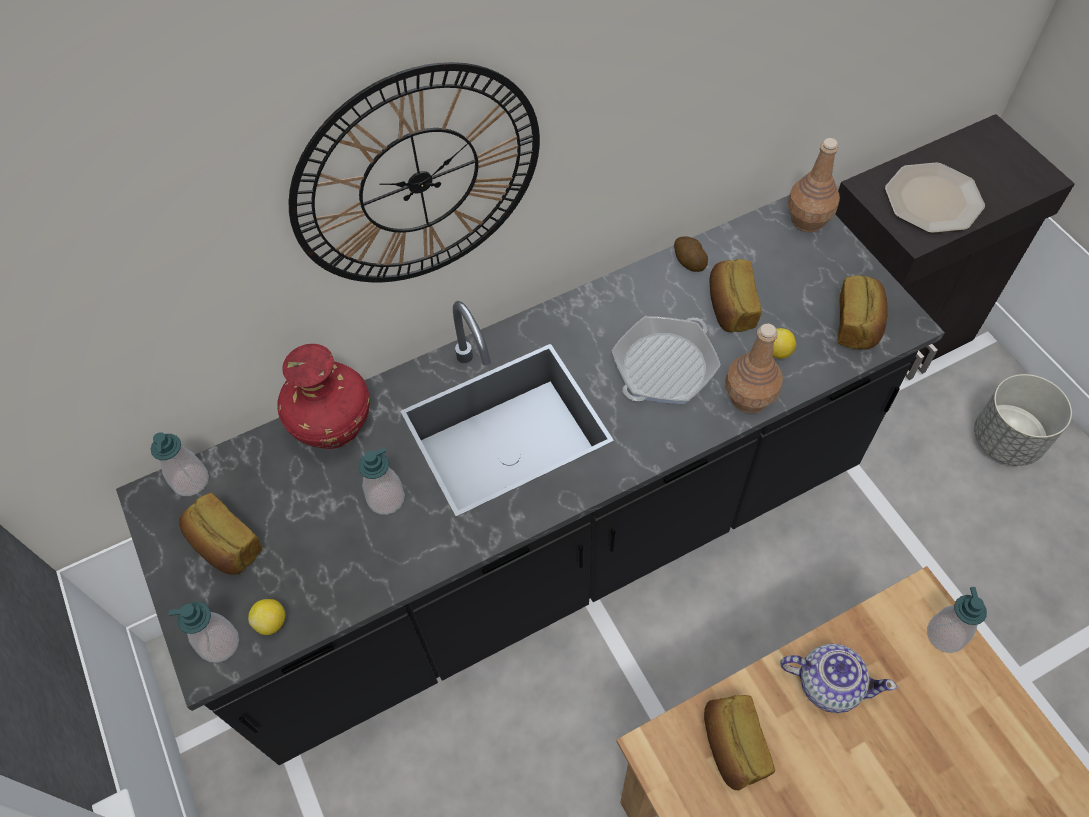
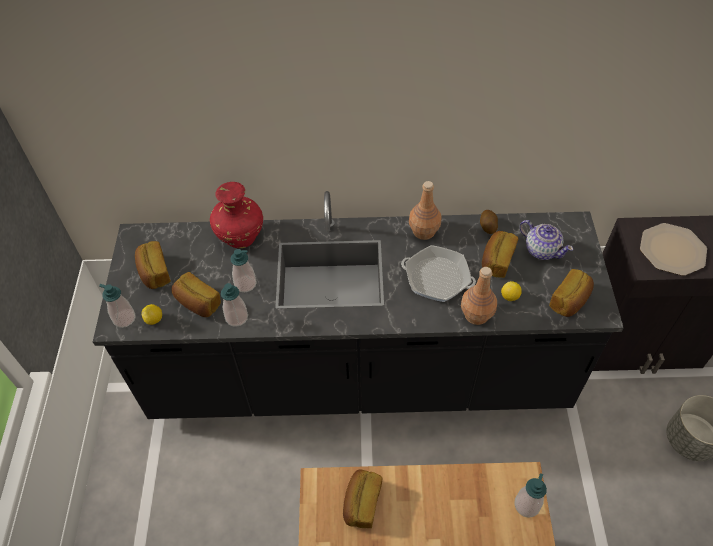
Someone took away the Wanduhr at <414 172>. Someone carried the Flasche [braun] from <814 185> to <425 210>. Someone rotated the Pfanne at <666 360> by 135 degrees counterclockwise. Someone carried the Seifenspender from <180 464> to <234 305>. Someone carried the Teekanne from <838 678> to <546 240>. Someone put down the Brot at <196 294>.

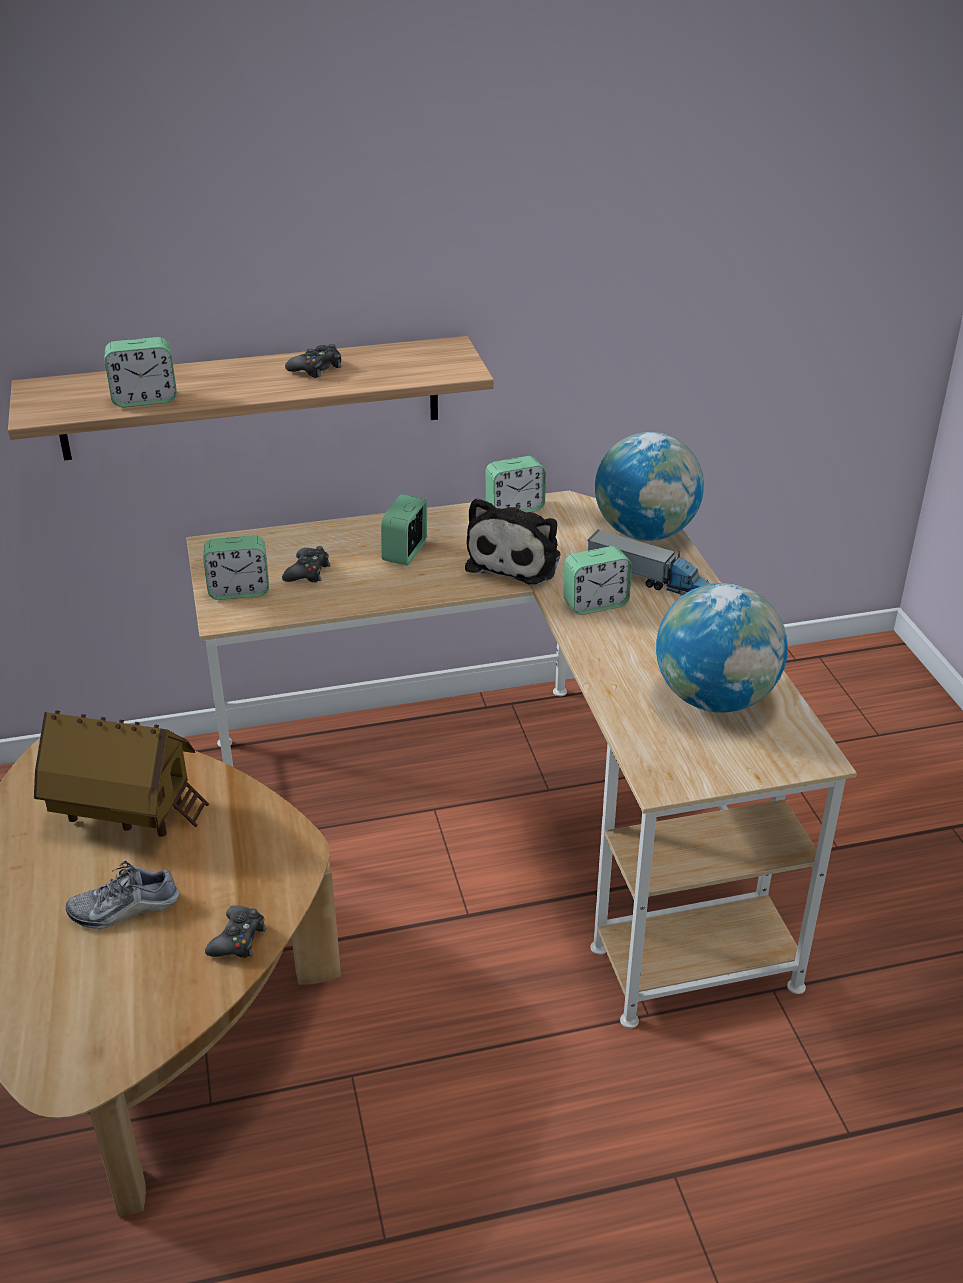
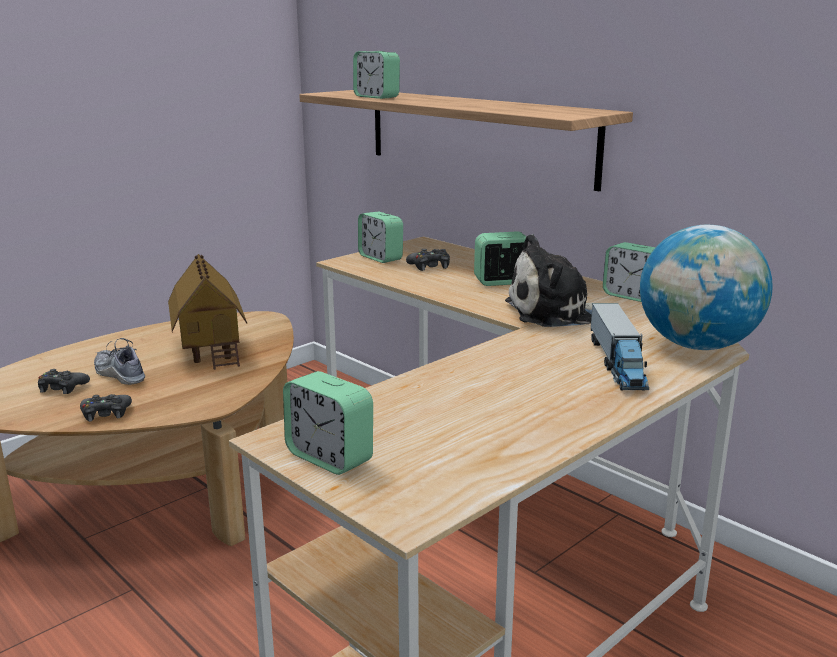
Someone carried the Gamepad [schwarz] from <313 361> to <64 381>. Someone carried the Wecker from <597 580> to <328 423>. Someone took away the Globus at <722 648>.

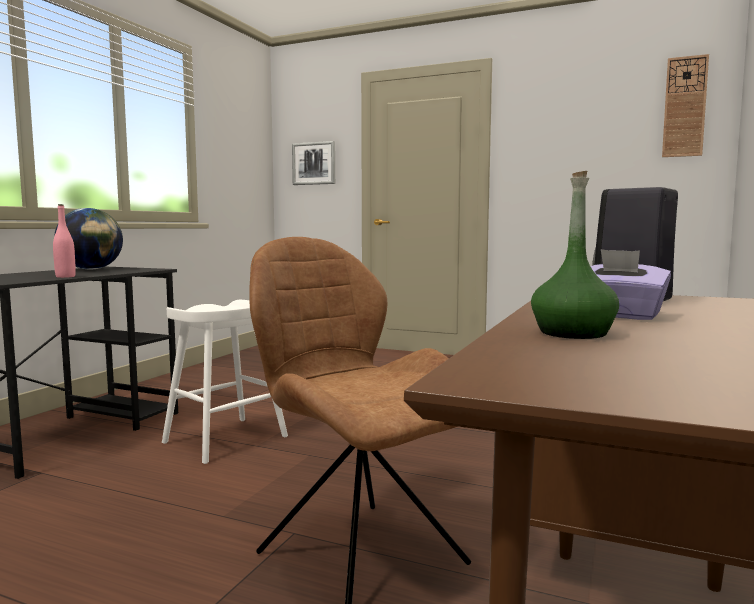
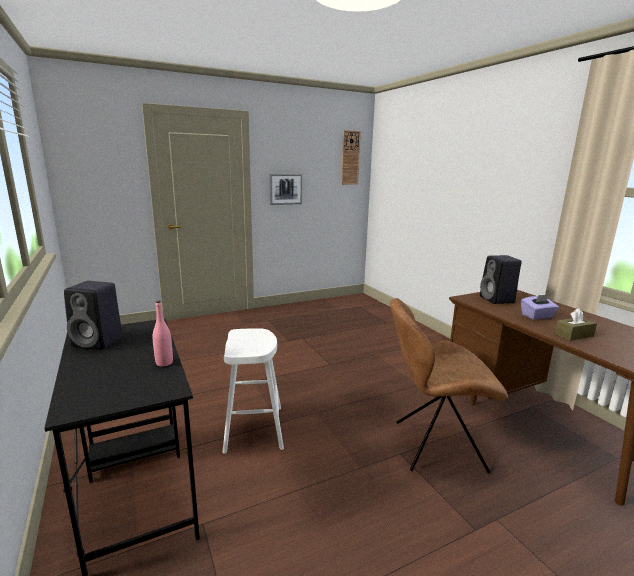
Someone carried the Bild from <313 163> to <285 189>. Someone swapped the Flasche [grün] at <575 255> for the Taschentuchbox [braun] at <575 324>. Someone swapped the Globus at <88 239> for the Lautsprecher [schwarz] at <93 315>.

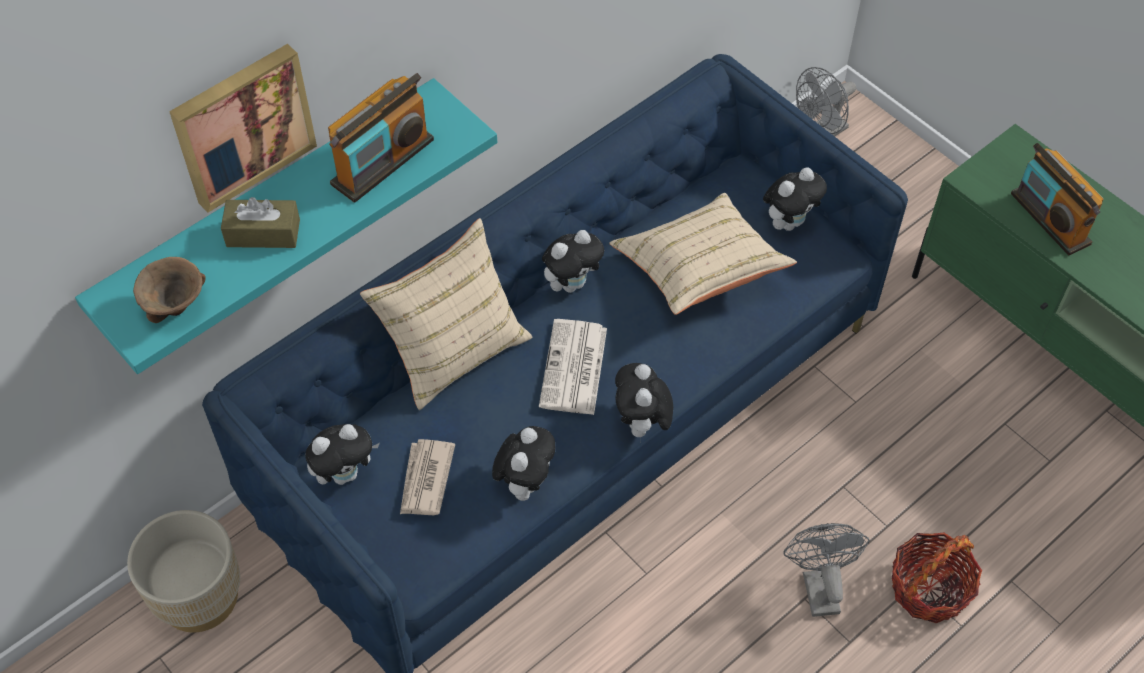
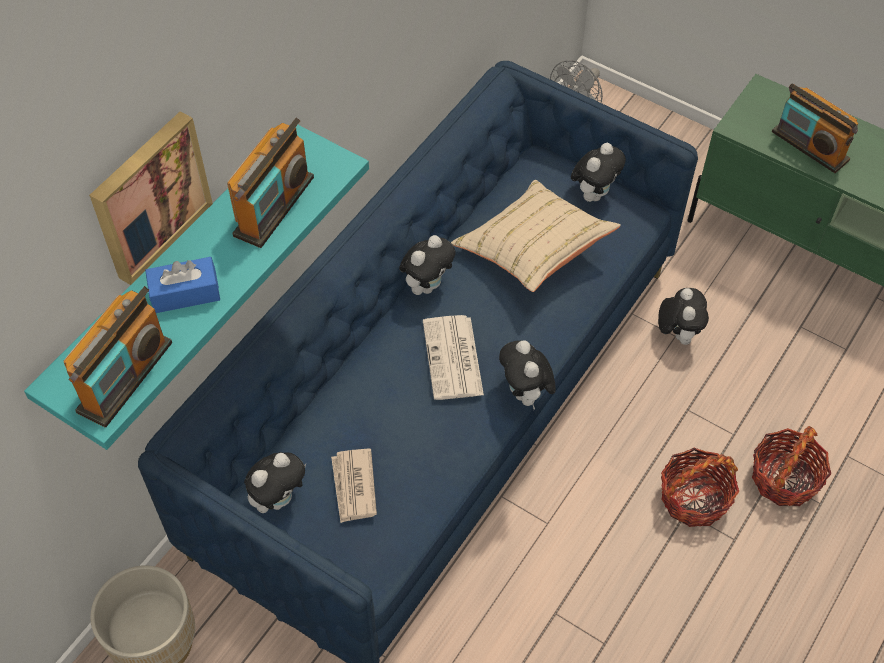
Someone repainted the Taschentuchbox [braun] at <260 222>, which became the Taschentuchbox [blau] at <182 285>. Someone took away the Kissen [beige] at <446 314>. Someone swapped the Schüssel [braun] at <169 290> for the Radio at <117 356>. Someone carried the Plüschtier from <523 463> to <683 316>. Someone swapped the Ventilator [grau] at <826 570> for the Korb at <700 487>.

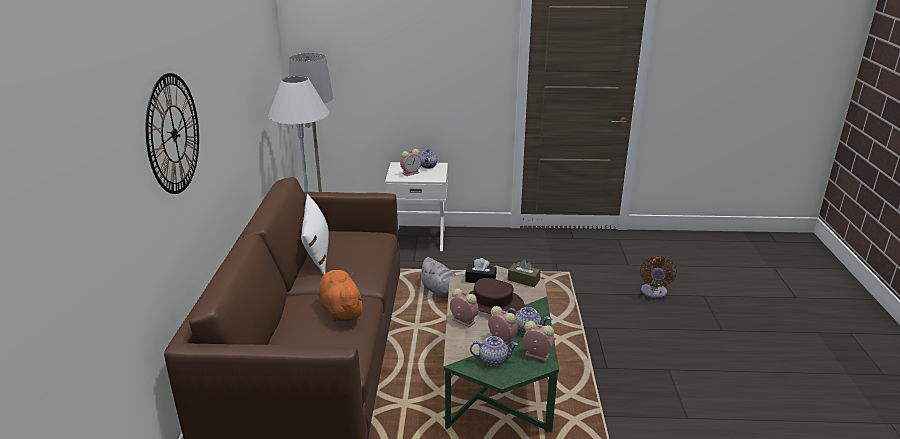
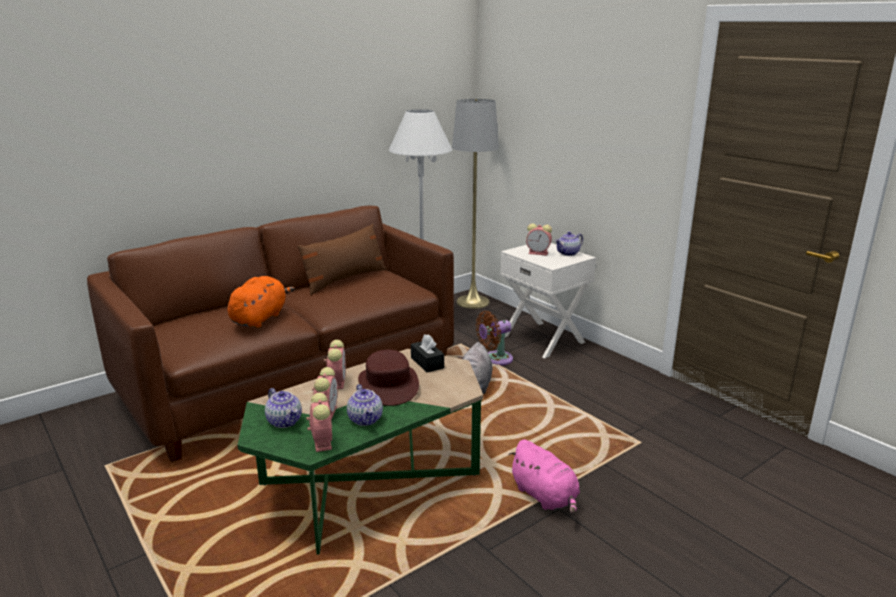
Someone took away the Wanduhr at <172 133>. Someone repainted the Kissen [weiß] at <315 234>, which became the Kissen [braun] at <341 259>. Someone carried the Ventilator [braun] from <658 277> to <494 338>. Someone took away the Taschentuchbox [braun] at <524 273>. Someone put down the Plüschtier [rosa] at <544 477>.

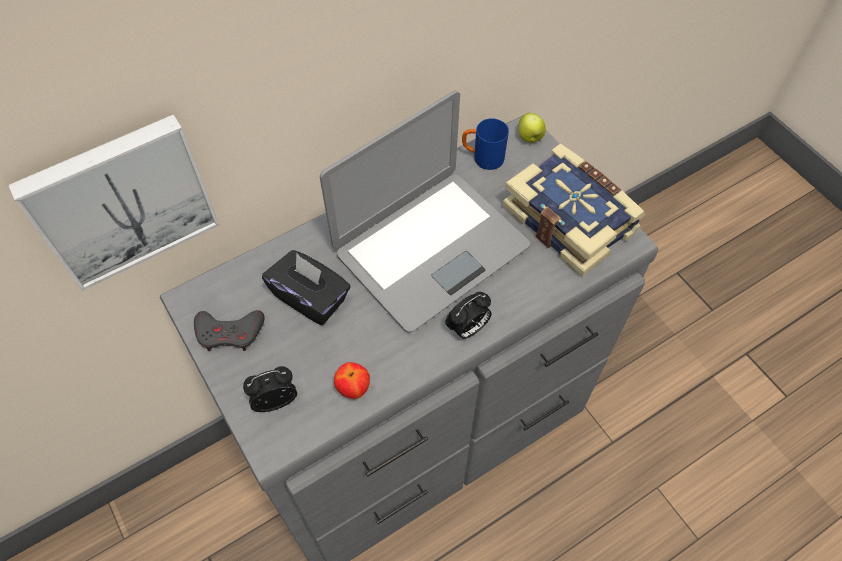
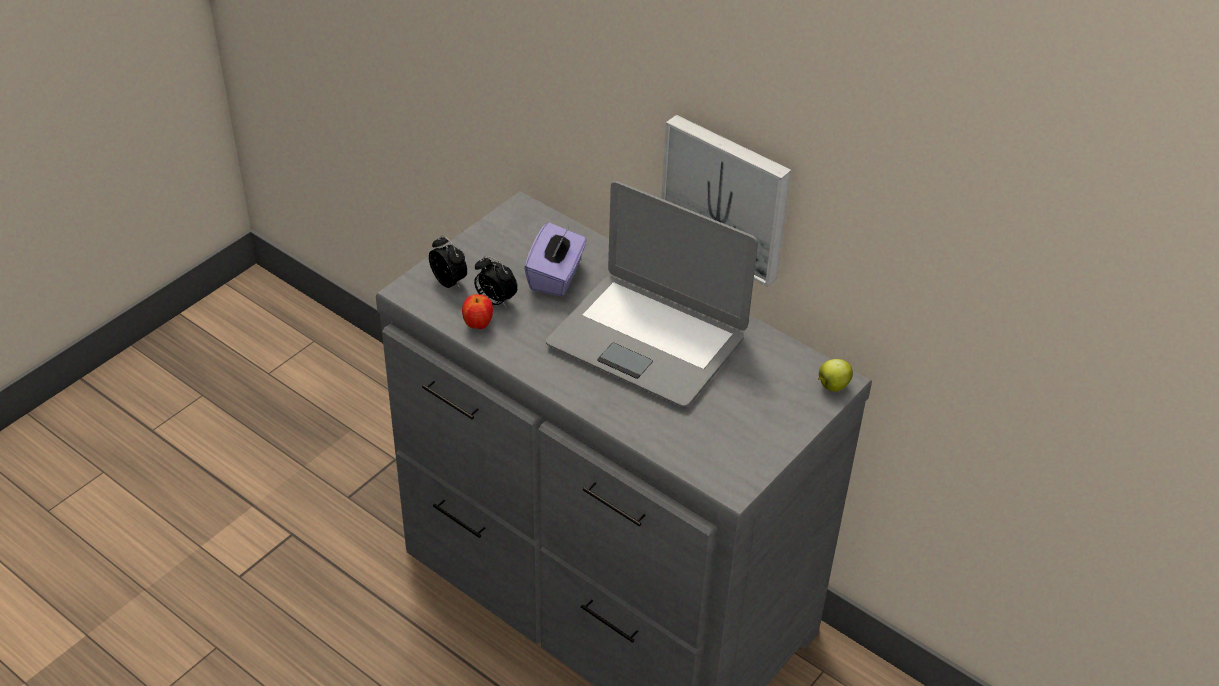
Someone carried the Bild from <113 202> to <726 201>. Someone took away the Henkelbecher [blau] at <485 144>. Someone took away the Buch at <573 210>. Someone repainted the Taschentuchbox [schwarz] at <306 287>, which became the Taschentuchbox [lila] at <555 259>. Someone carried the Wecker from <468 315> to <496 282>. Someone took away the Gamepad [grau] at <229 330>.

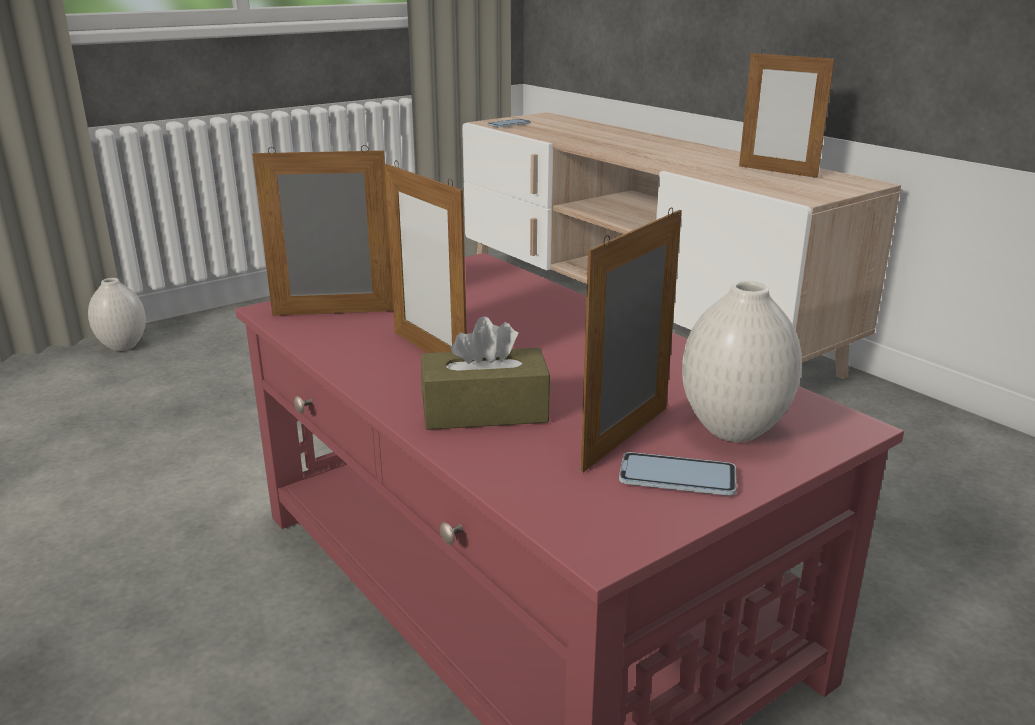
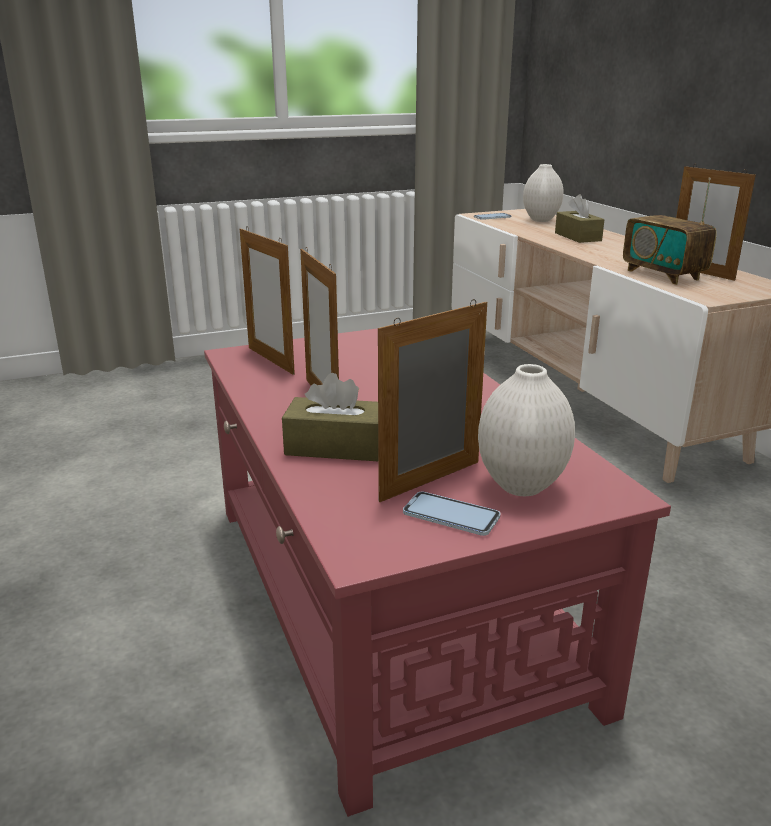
Someone rotated the Bilderrahmen at <323 230> by 135 degrees counterclockwise. Someone carried the Vase [weiß] from <117 314> to <543 193>. Someone put down the Radio at <670 231>. Someone put down the Taschentuchbox [braun] at <580 218>.

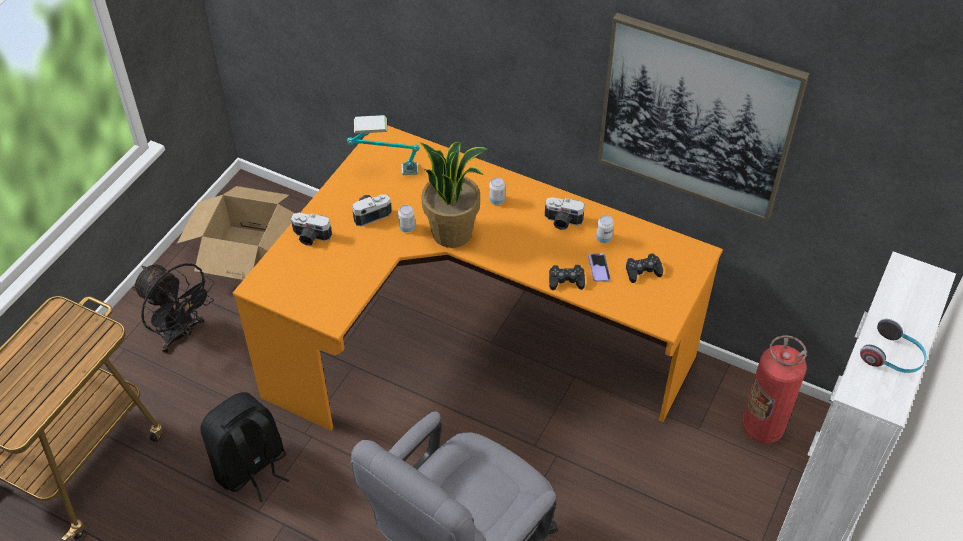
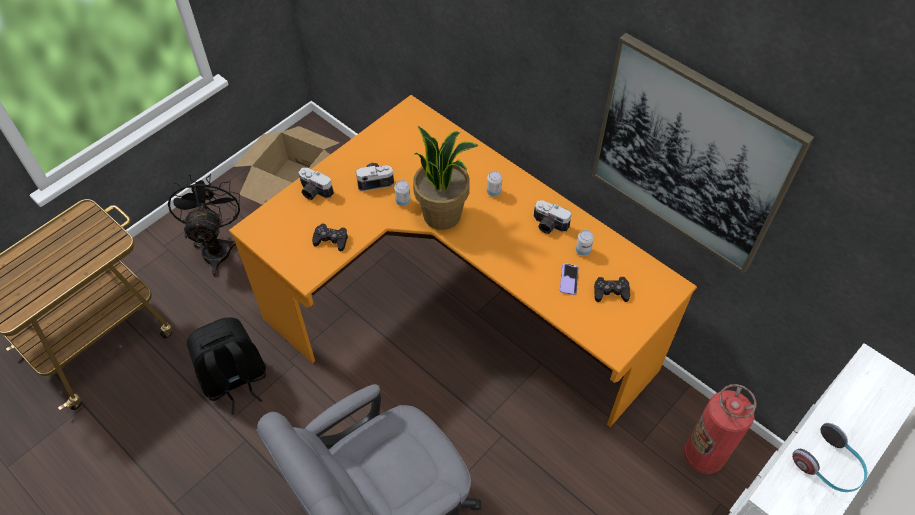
Someone took away the Tischlampe at <383 145>. Someone rotated the Ventilator [schwarz] at <173 308> by 150 degrees counterclockwise. Someone carried the Gamepad [schwarz] from <567 277> to <330 237>.

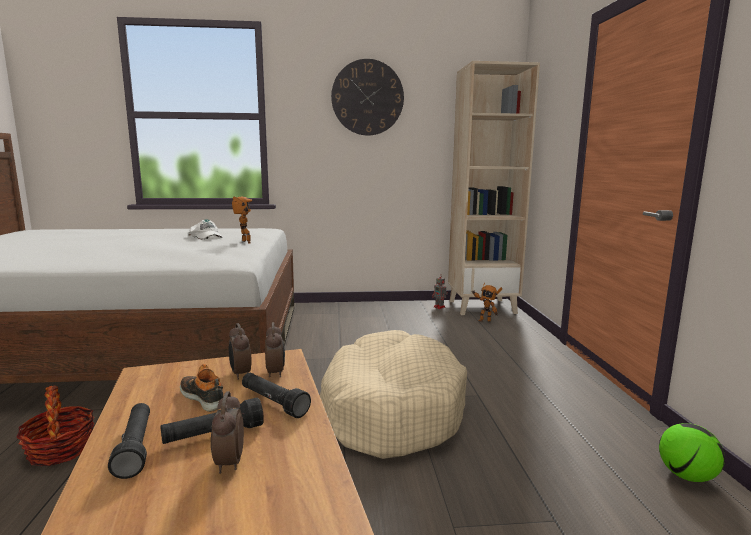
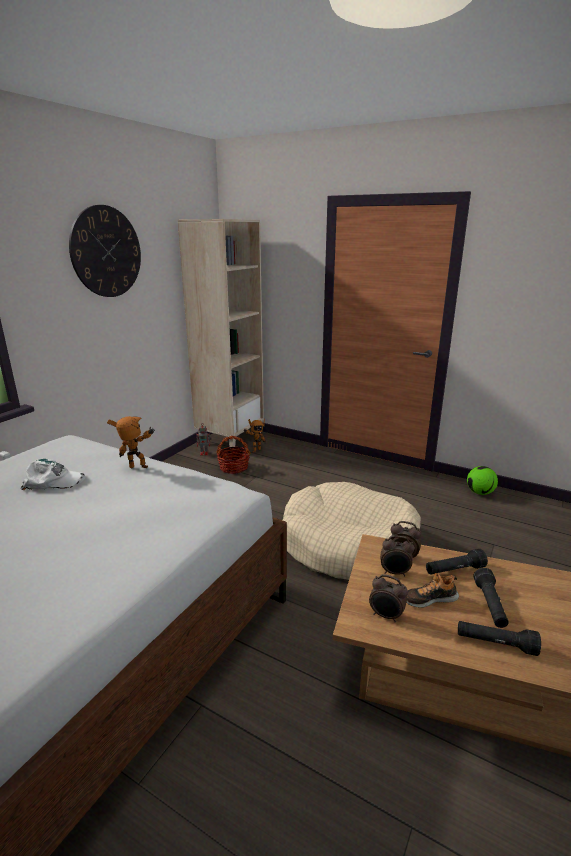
Someone carried the Korb from <55 425> to <233 455>. Someone carried the Wecker from <227 432> to <388 598>.

